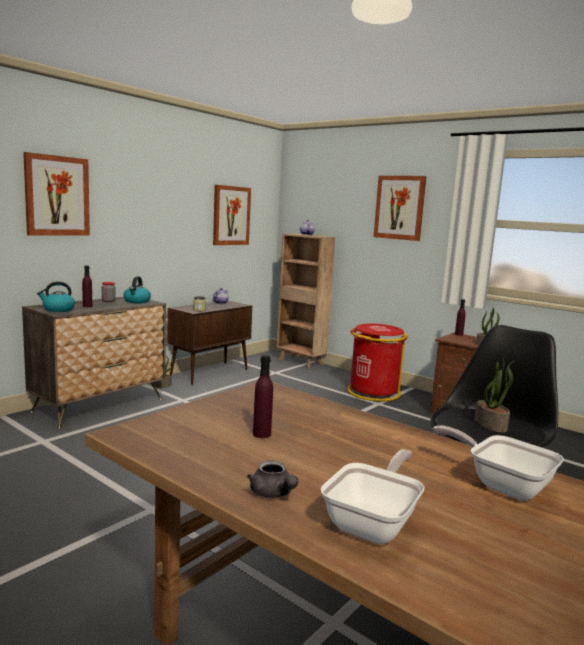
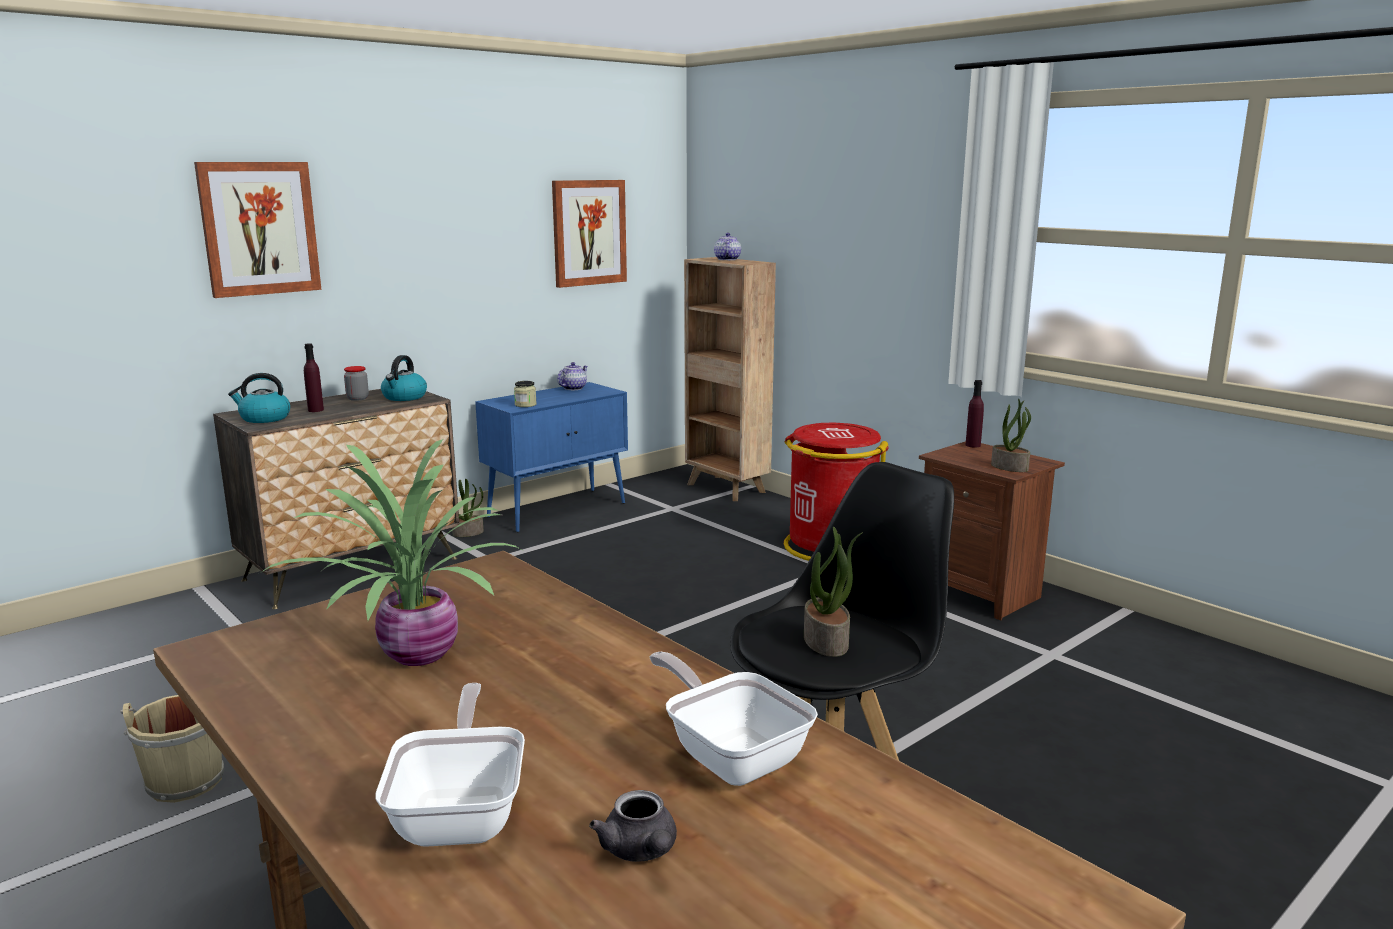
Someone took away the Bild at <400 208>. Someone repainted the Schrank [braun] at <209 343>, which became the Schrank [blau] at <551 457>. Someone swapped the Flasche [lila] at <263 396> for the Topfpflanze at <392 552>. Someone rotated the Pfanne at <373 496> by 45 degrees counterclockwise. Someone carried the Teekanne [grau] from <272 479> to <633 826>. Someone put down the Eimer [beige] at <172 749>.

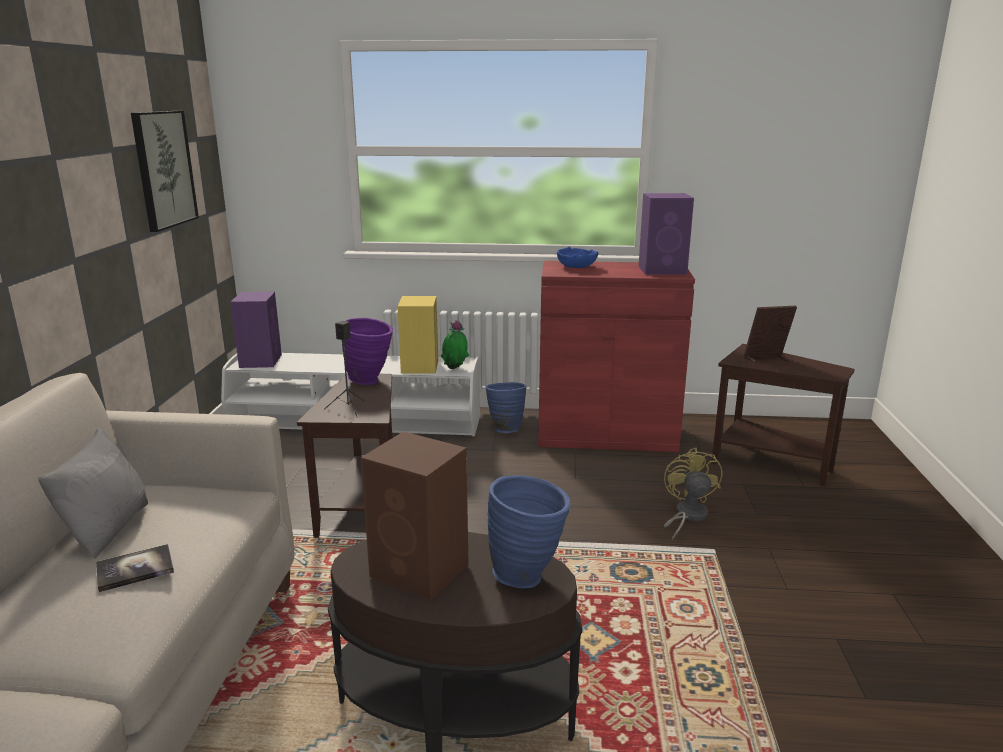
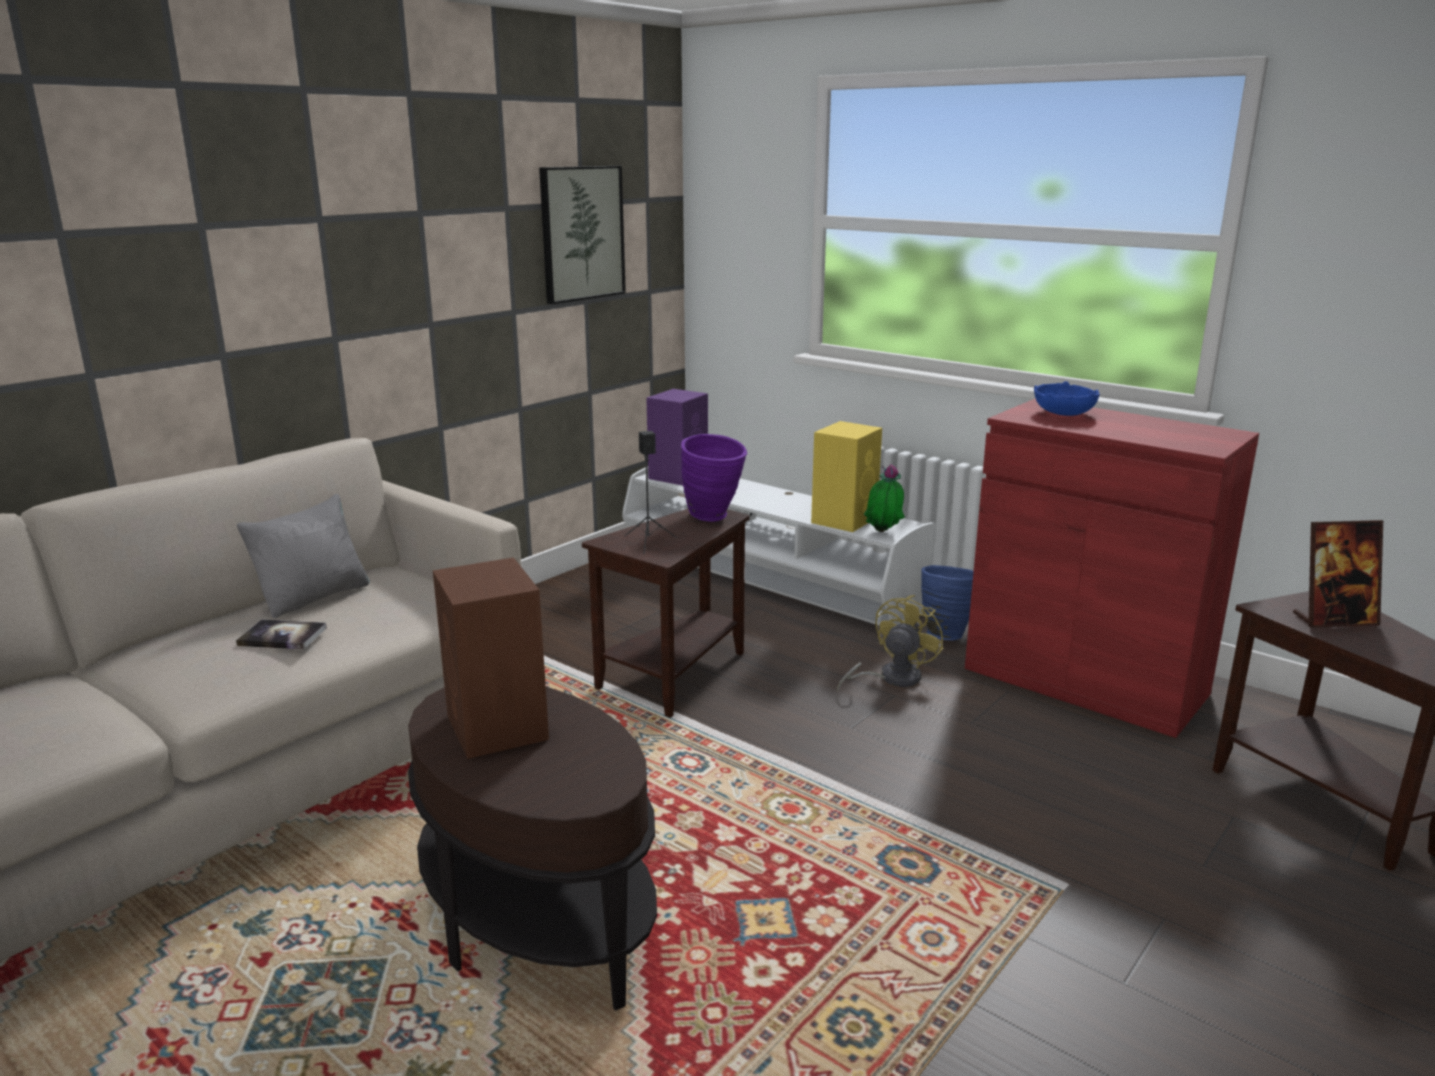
Someone took away the Lautsprecher [lila] at <666 234>. Someone rotated the Bilderrahmen at <770 335> by 150 degrees clockwise. Someone carried the Ventilator [gelb] from <693 494> to <890 643>. Someone took away the Vase [blau] at <529 531>.

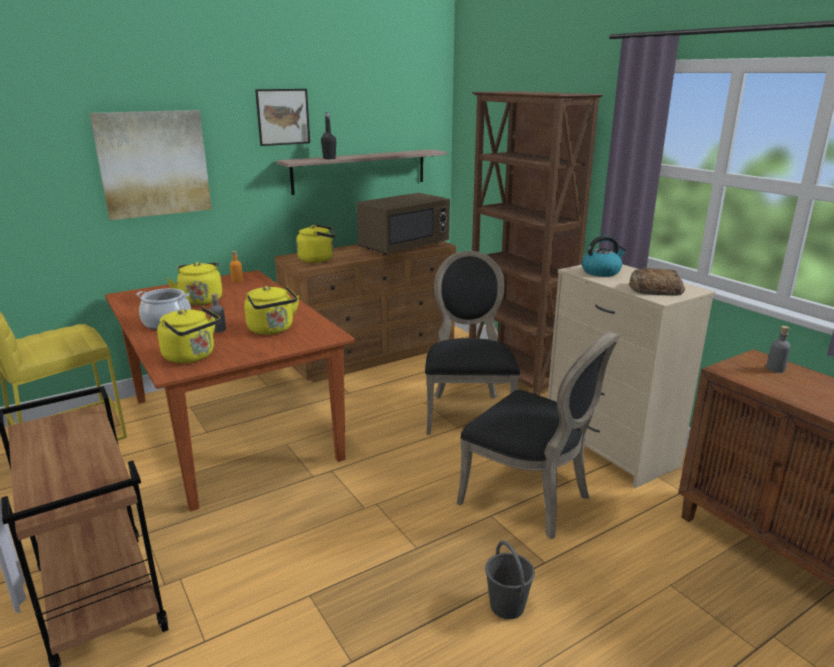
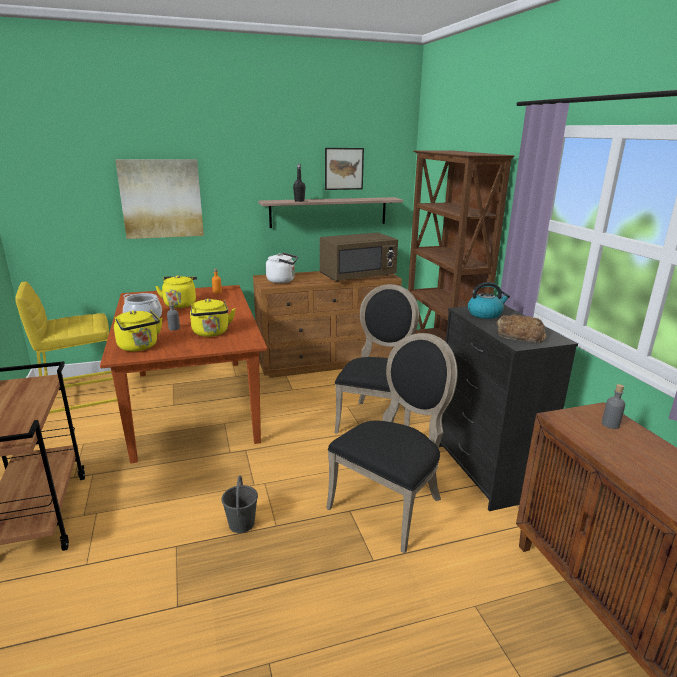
Someone carried the Bild from <282 117> to <344 169>. Someone repainted the Wasserkessel [gelb] at <315 243>, which became the Wasserkessel [weiß] at <282 267>. Someone repainted the Kommode [beige] at <631 376>, which became the Kommode [schwarz] at <508 407>. Someone rotated the Stuhl [schwarz] at <538 435> by 105 degrees counterclockwise. Someone carried the Eimer [grau] from <510 580> to <239 504>.

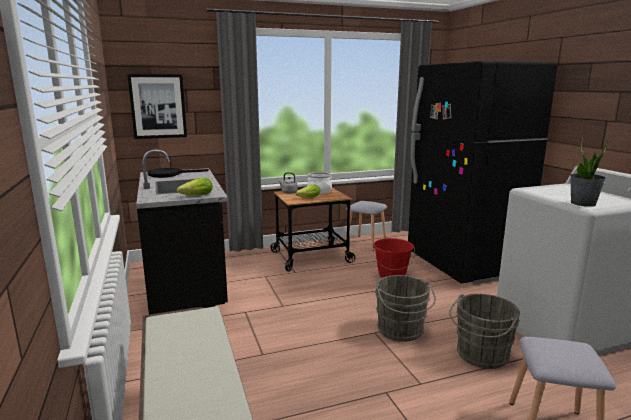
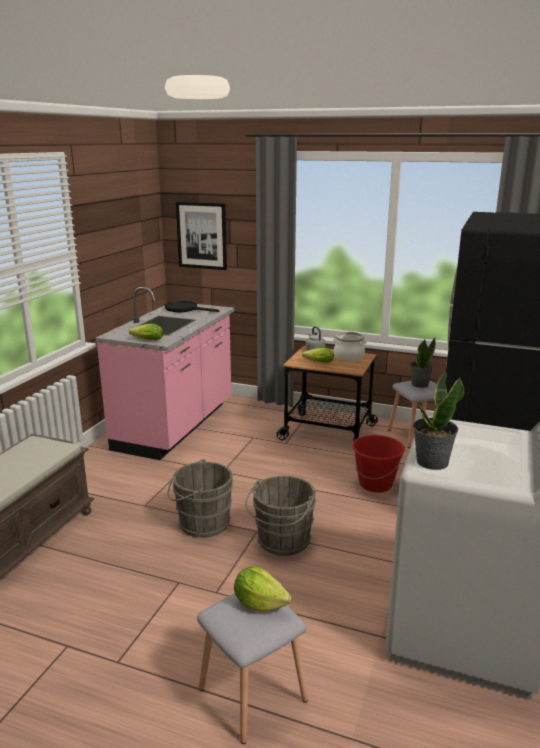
Someone repainted the Küchenzeile [schwarz] at <182 232>, which became the Küchenzeile [rosa] at <165 373>. Someone carried the Eimer [grau] from <484 331> to <201 498>. Someone put down the Topfpflanze at <423 363>. Someone put down the Salatkopf at <263 589>.

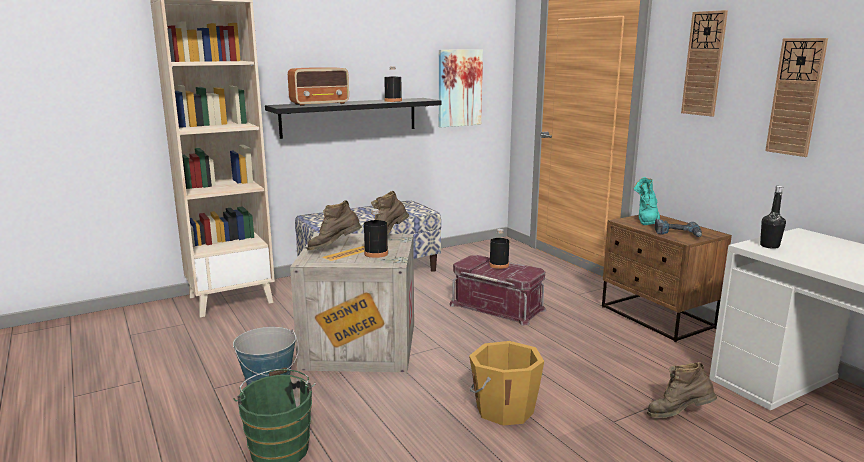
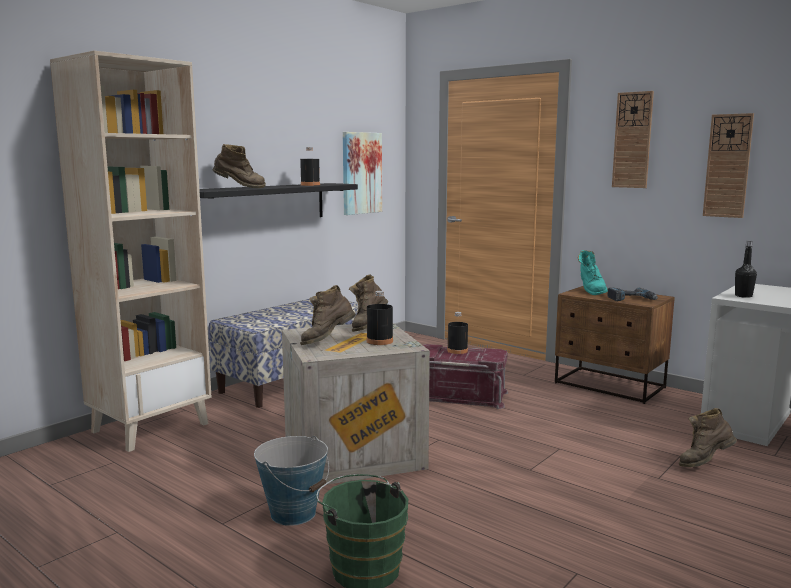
Someone swapped the Radio at <318 86> for the Stiefel [braun] at <239 166>. Someone took away the Eimer [orange] at <506 383>.

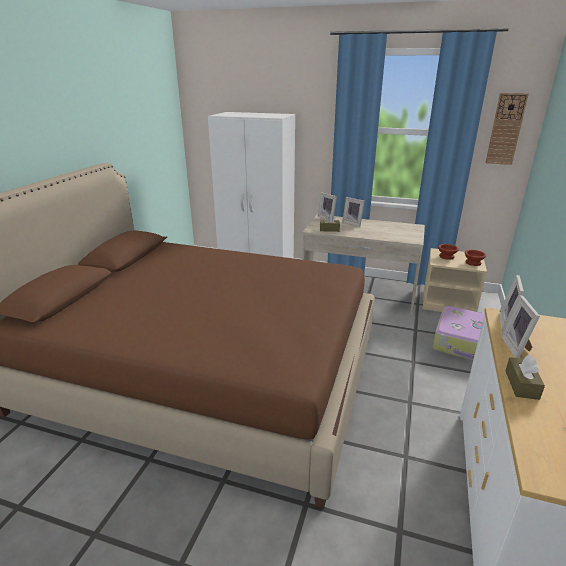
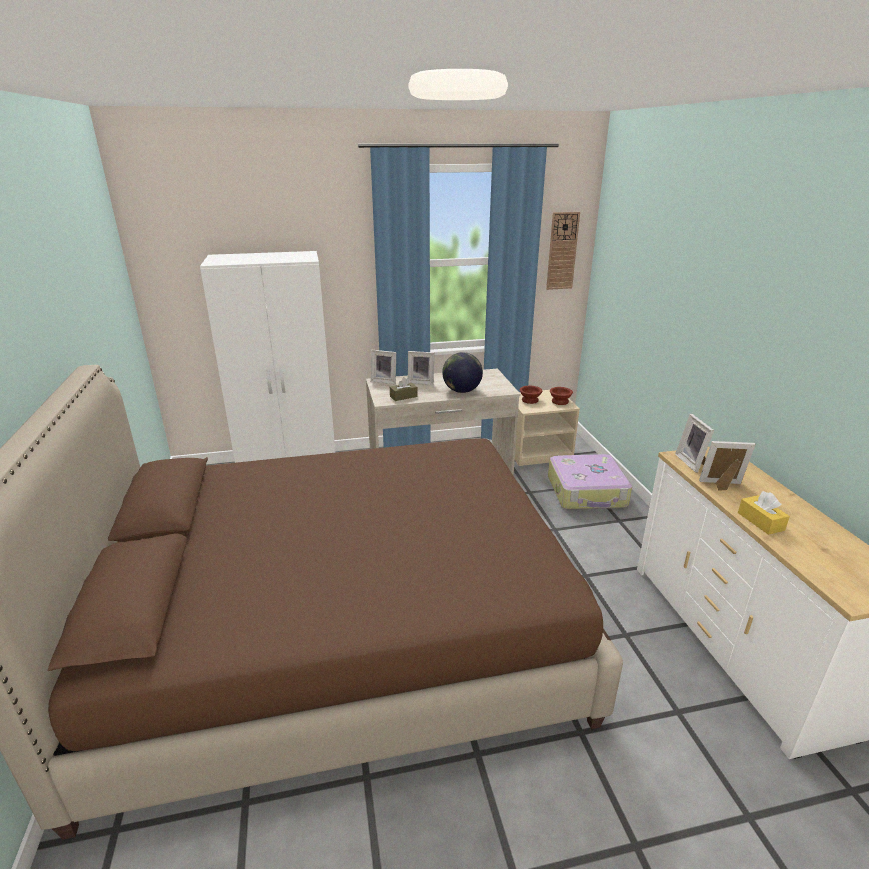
Someone rotated the Bilderrahmen at <520 326> by 120 degrees clockwise. Someone repainted the Taschentuchbox [braun] at <525 377>, which became the Taschentuchbox [gelb] at <764 513>. Someone put down the Globus at <462 372>.

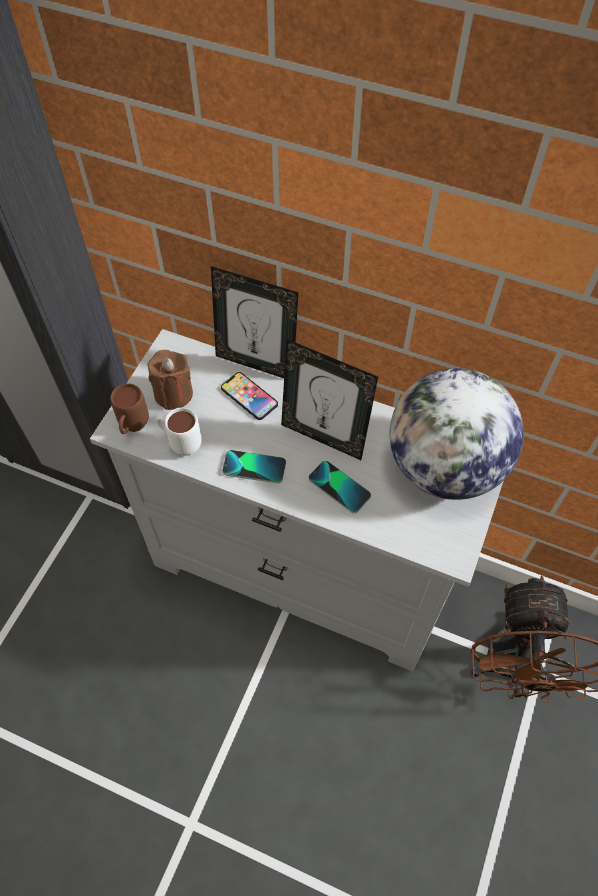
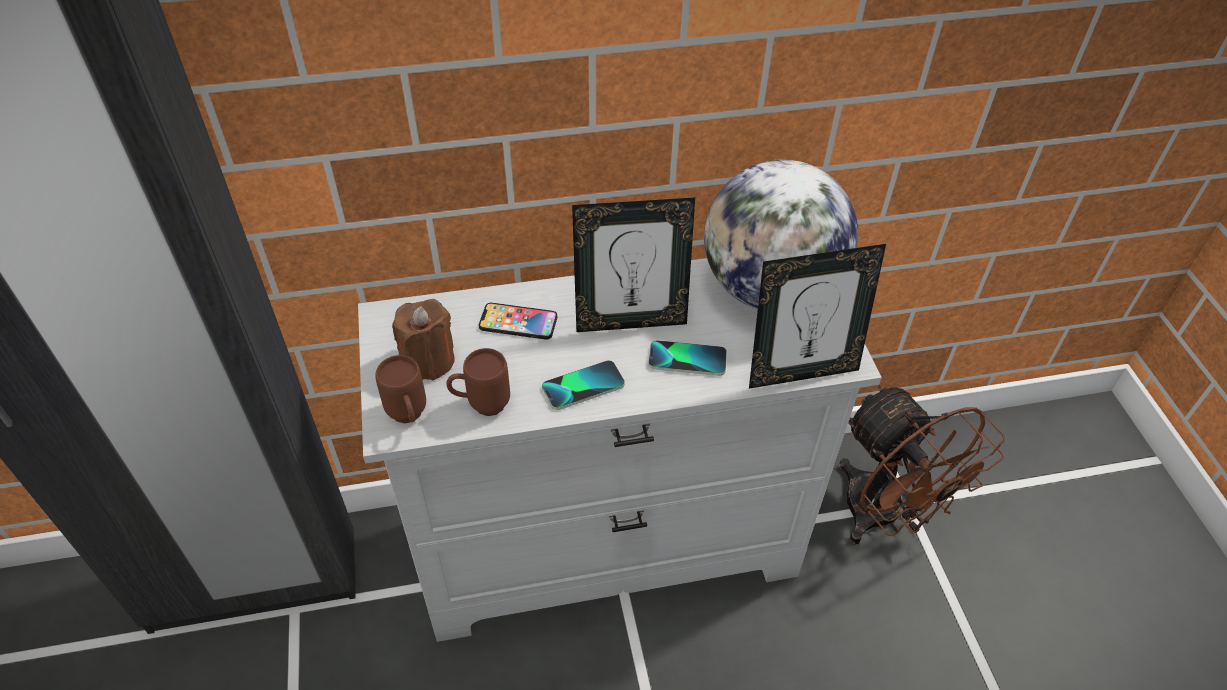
Someone carried the Bilderrahmen from <255 322> to <817 316>. Someone repainted the Henkelbecher [weiß] at <179 432>, which became the Henkelbecher [braun] at <478 382>.

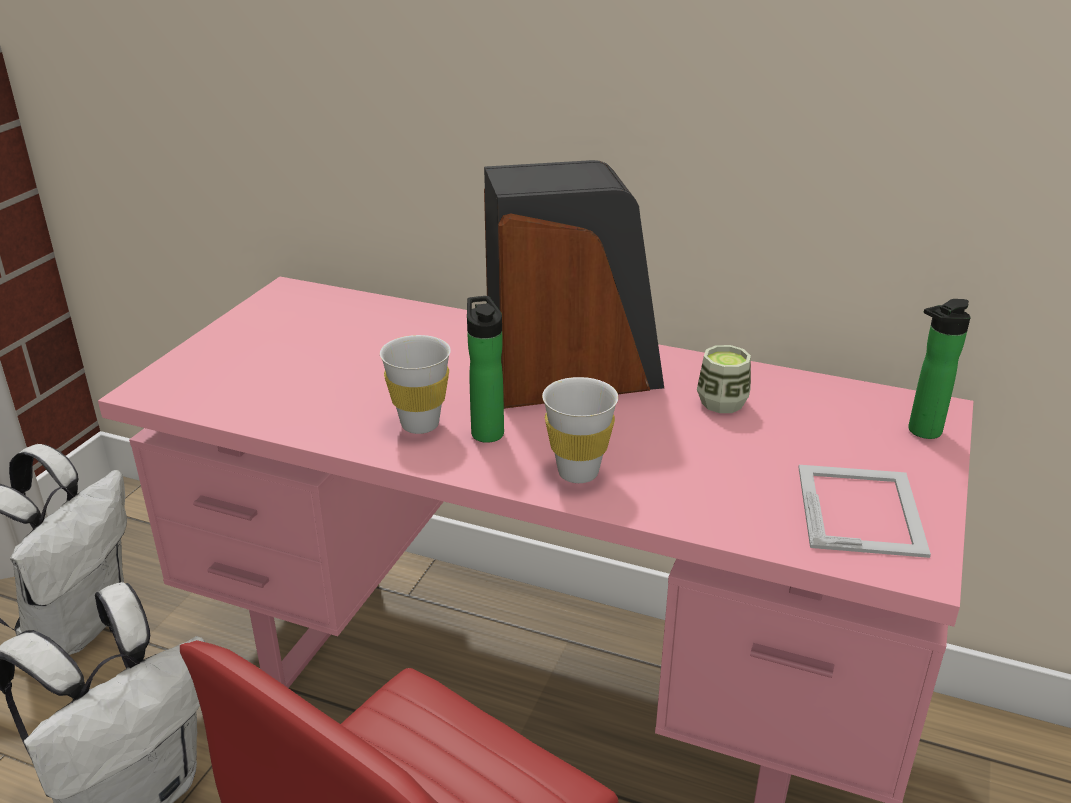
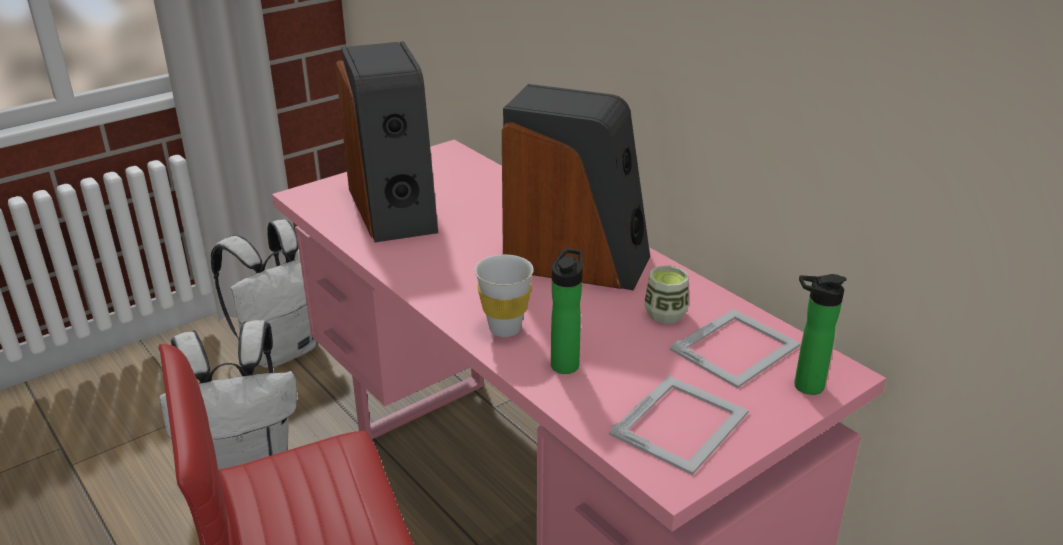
Someone carried the Flasche from <485 369> to <567 311>. Someone took away the Tasse [weiß] at <415 384>. Someone put down the Lautsprecher at <386 141>. Someone put down the Bilderrahmen at <735 348>.

